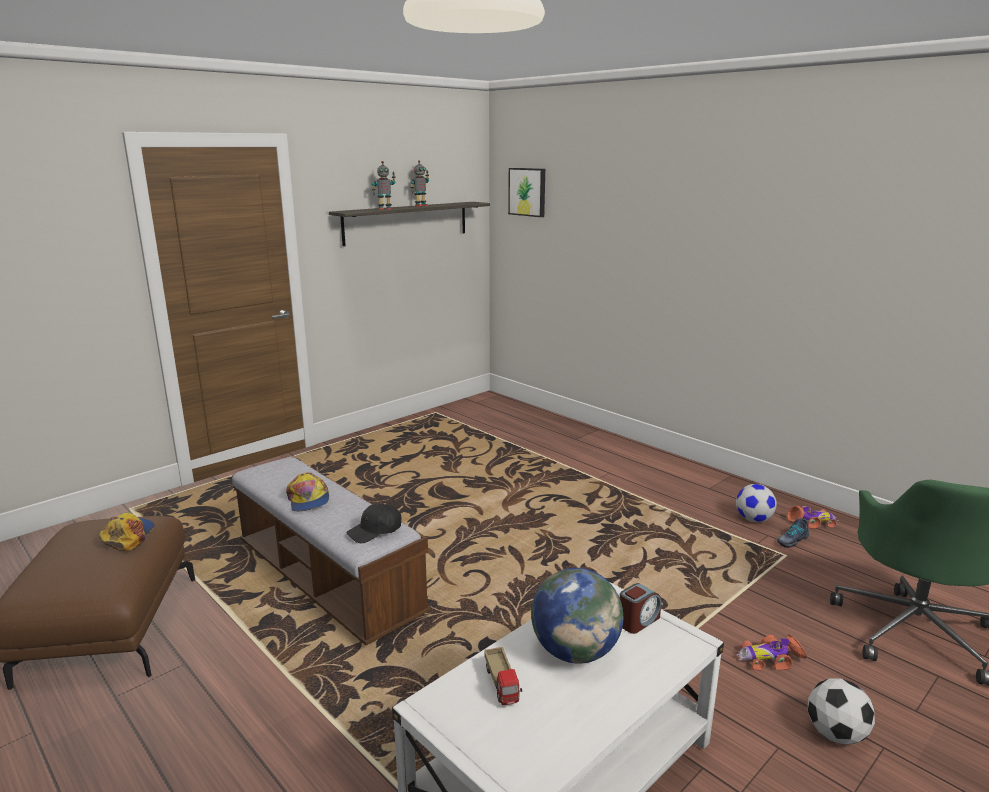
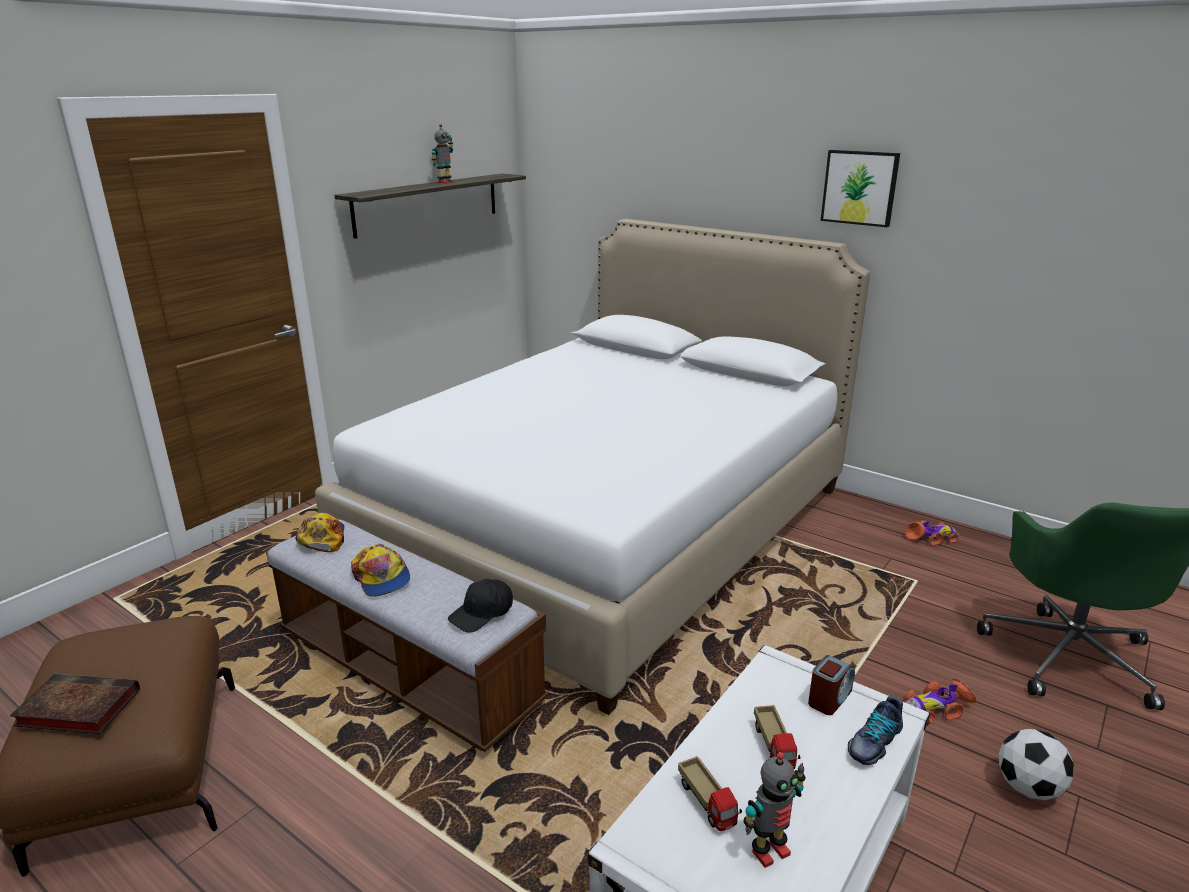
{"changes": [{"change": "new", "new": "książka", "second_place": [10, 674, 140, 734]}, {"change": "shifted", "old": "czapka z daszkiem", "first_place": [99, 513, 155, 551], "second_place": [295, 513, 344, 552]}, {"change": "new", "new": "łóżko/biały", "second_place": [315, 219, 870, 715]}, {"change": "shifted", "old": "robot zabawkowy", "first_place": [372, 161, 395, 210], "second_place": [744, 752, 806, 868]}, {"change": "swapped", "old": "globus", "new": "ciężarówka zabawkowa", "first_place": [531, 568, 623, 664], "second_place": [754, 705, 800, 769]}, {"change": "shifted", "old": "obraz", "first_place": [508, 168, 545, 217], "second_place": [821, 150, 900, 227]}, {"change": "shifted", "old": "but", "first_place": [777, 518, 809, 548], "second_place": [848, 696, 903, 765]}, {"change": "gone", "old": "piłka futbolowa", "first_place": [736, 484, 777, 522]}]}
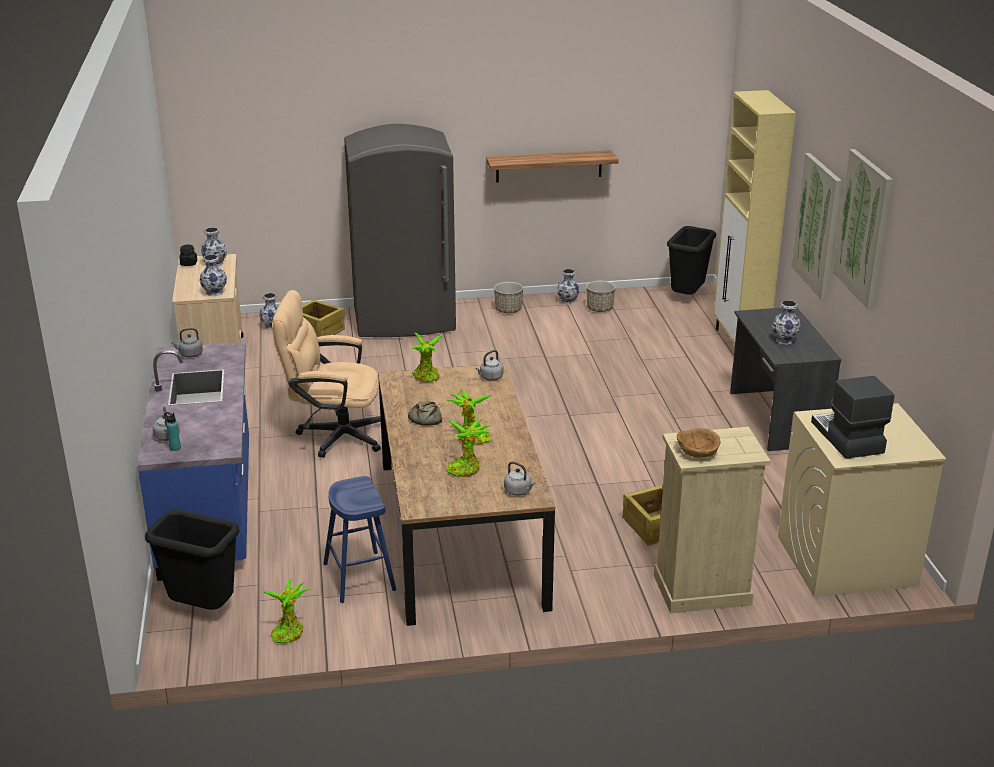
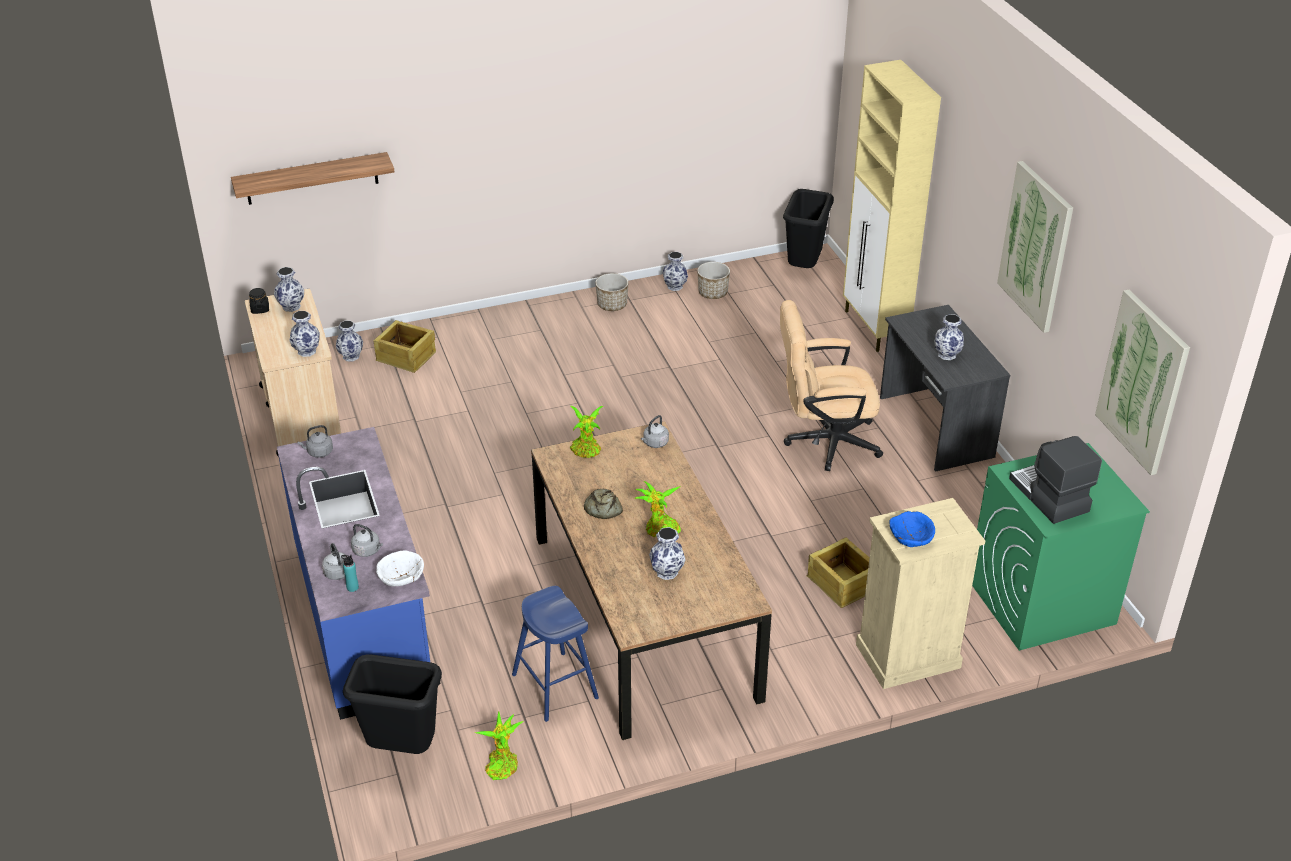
{"changes": [{"change": "shifted", "old": "półka", "first_place": [486, 150, 619, 183], "second_place": [231, 152, 394, 205]}, {"change": "shifted", "old": "czajnik/szary", "first_place": [504, 462, 535, 496], "second_place": [351, 524, 383, 557]}, {"change": "new", "new": "miska/biały", "second_place": [376, 550, 424, 586]}, {"change": "swapped", "old": "roślina doniczkowa", "new": "wazon", "first_place": [447, 419, 491, 477], "second_place": [649, 527, 686, 580]}, {"change": "shifted", "old": "krzesło biurowe/beżowy", "first_place": [272, 290, 381, 458], "second_place": [780, 300, 883, 471]}, {"change": "repainted", "old": "miska/brązowy", "new": "miska/niebieski", "first_place": [677, 428, 721, 457], "second_place": [889, 511, 935, 547]}, {"change": "repainted", "old": "pralka/beżowy", "new": "pralka/zielony", "first_place": [778, 403, 946, 597], "second_place": [972, 443, 1150, 651]}, {"change": "shifted", "old": "obraz", "first_place": [792, 153, 842, 299], "second_place": [1095, 289, 1190, 475]}, {"change": "gone", "old": "lodówka/szary", "first_place": [344, 124, 456, 337]}]}
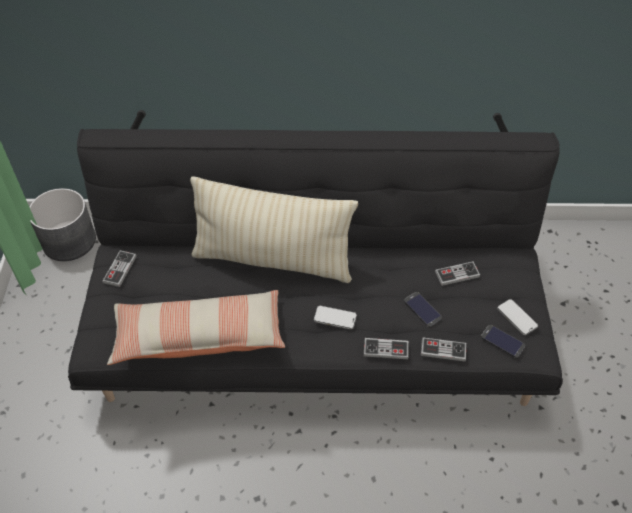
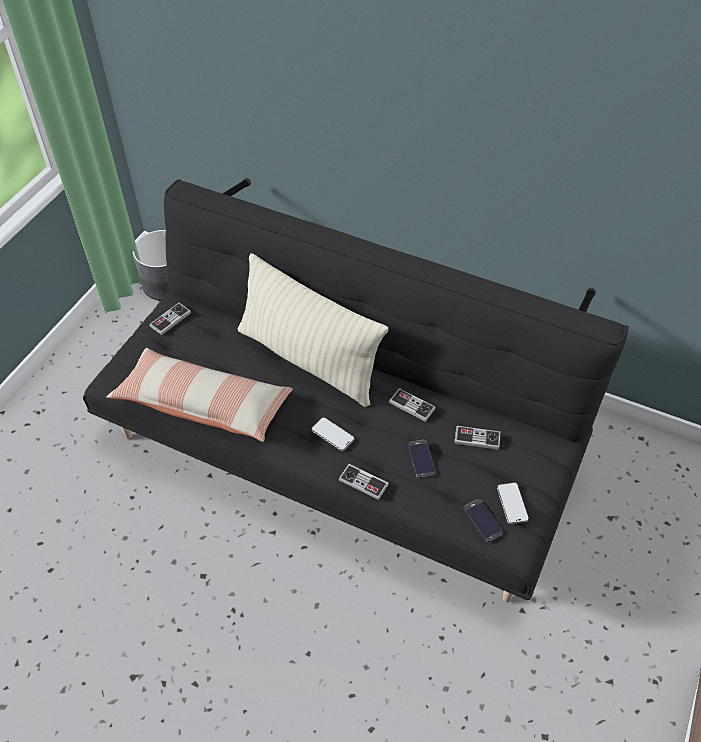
{"changes": [{"change": "shifted", "old": "pad do gier", "first_place": [421, 338, 466, 361], "second_place": [389, 388, 436, 422]}]}
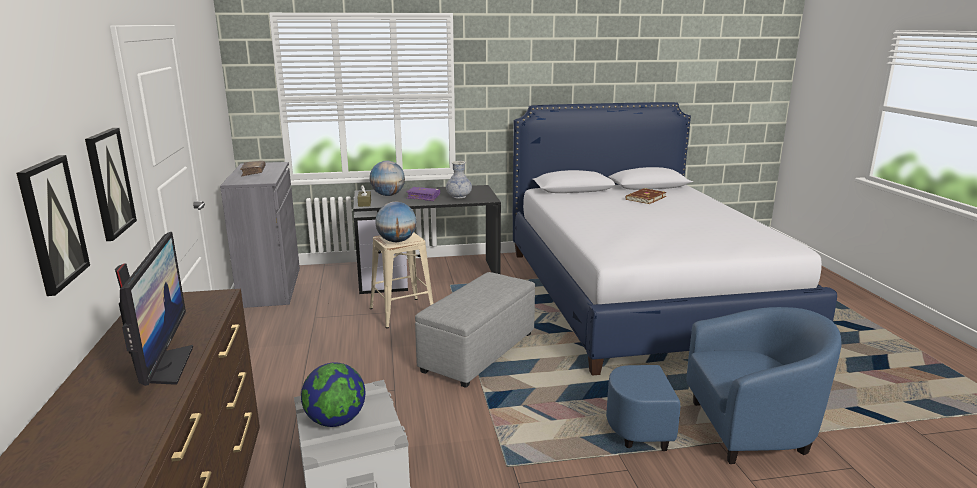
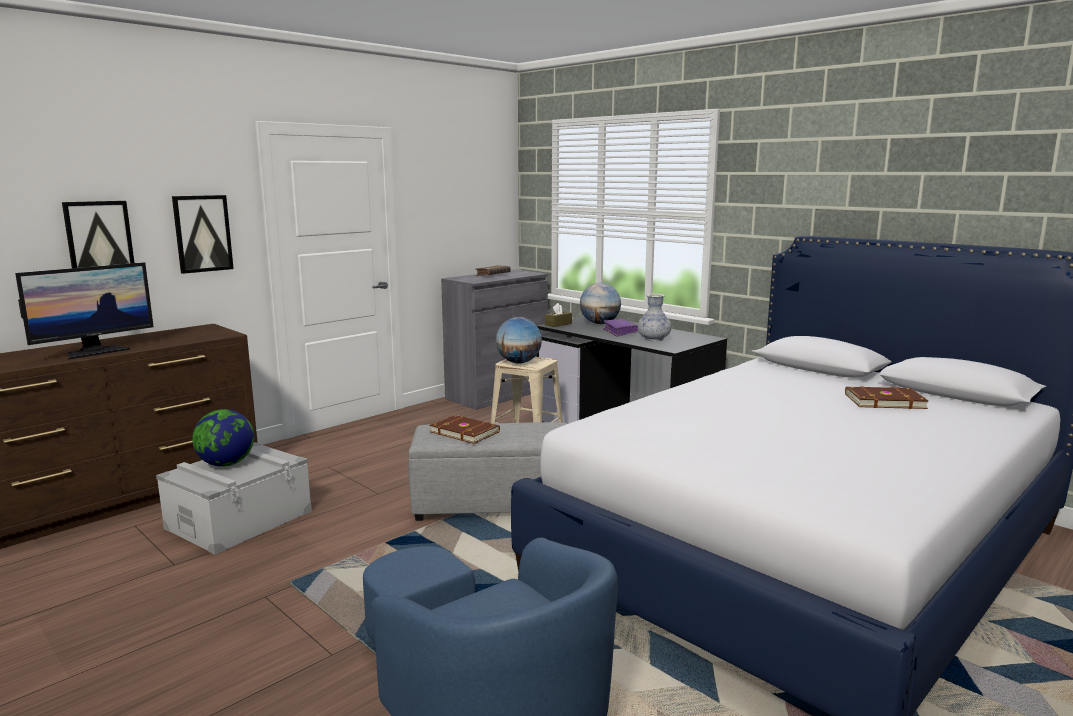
{"changes": [{"change": "new", "new": "książka/brązowy", "second_place": [429, 415, 500, 444]}]}
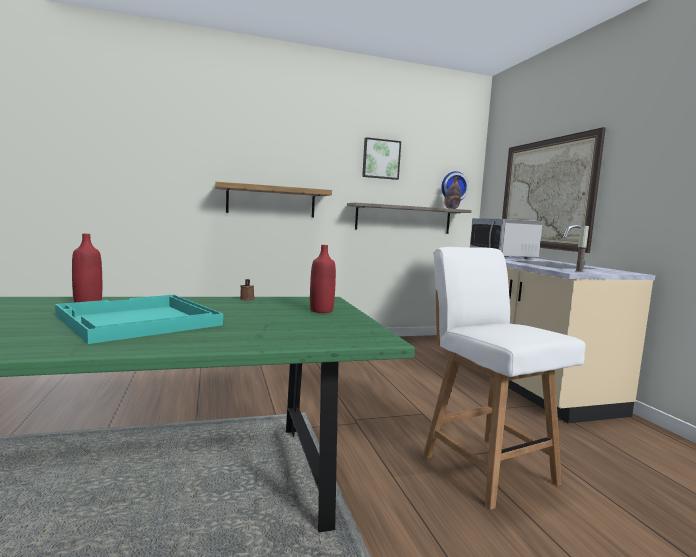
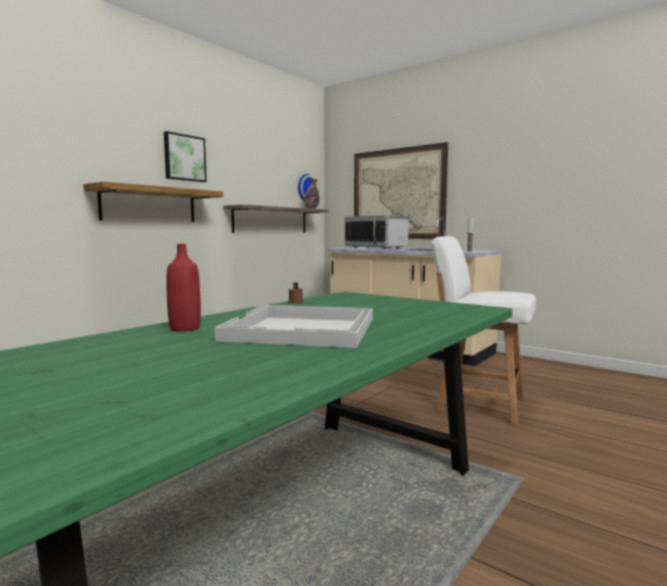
{"changes": [{"change": "shifted", "old": "obraz", "first_place": [362, 137, 401, 180], "second_place": [164, 131, 207, 182]}, {"change": "repainted", "old": "taca/turkusowy", "new": "taca/biały", "first_place": [55, 295, 223, 344], "second_place": [215, 305, 373, 348]}, {"change": "gone", "old": "butelka/czerwony", "first_place": [310, 245, 336, 313]}]}
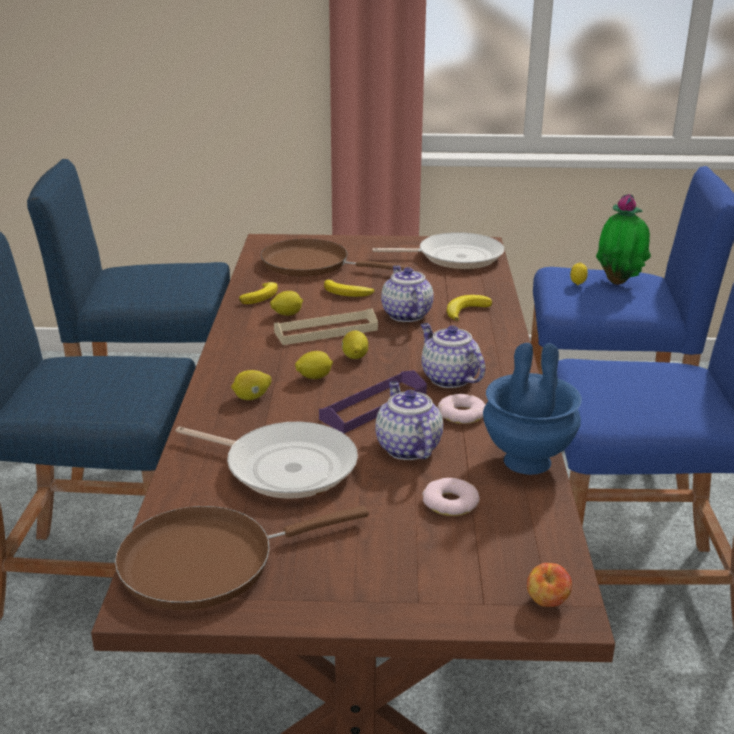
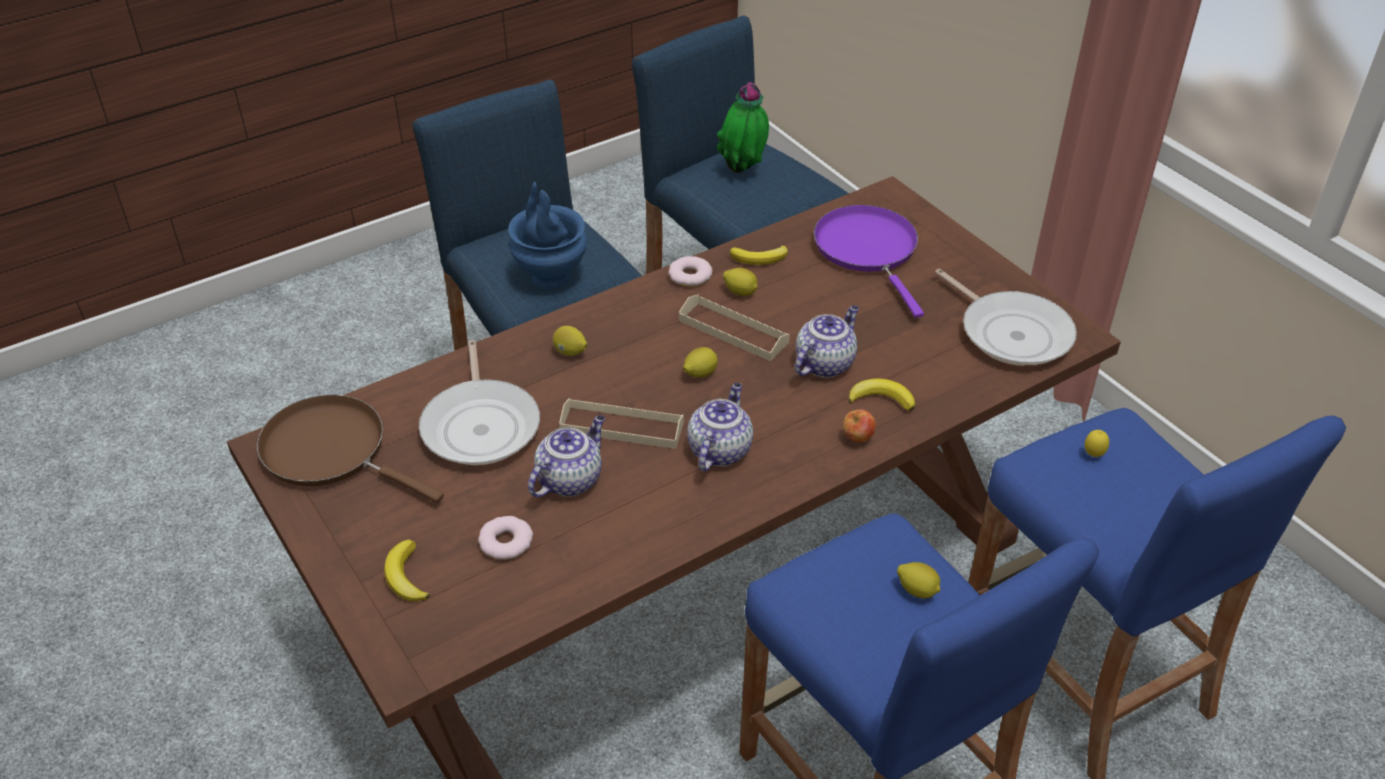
{"changes": [{"change": "shifted", "old": "banan", "first_place": [324, 280, 374, 297], "second_place": [384, 539, 430, 601]}, {"change": "shifted", "old": "wazon/niebieski", "first_place": [483, 343, 582, 475], "second_place": [508, 182, 587, 289]}, {"change": "repainted", "old": "taca/fioletowy", "new": "taca/beżowy", "first_place": [319, 370, 427, 433], "second_place": [559, 398, 684, 449]}, {"change": "shifted", "old": "donut", "first_place": [438, 394, 485, 424], "second_place": [668, 256, 713, 287]}, {"change": "shifted", "old": "roślina doniczkowa", "first_place": [596, 194, 651, 285], "second_place": [716, 82, 769, 173]}, {"change": "repainted", "old": "patelnia/brązowy", "new": "patelnia/fioletowy", "first_place": [261, 239, 409, 277], "second_place": [814, 205, 924, 318]}, {"change": "shifted", "old": "jabłko", "first_place": [527, 563, 572, 607], "second_place": [843, 409, 876, 442]}, {"change": "shifted", "old": "cytryna", "first_place": [295, 351, 333, 379], "second_place": [897, 562, 940, 599]}]}
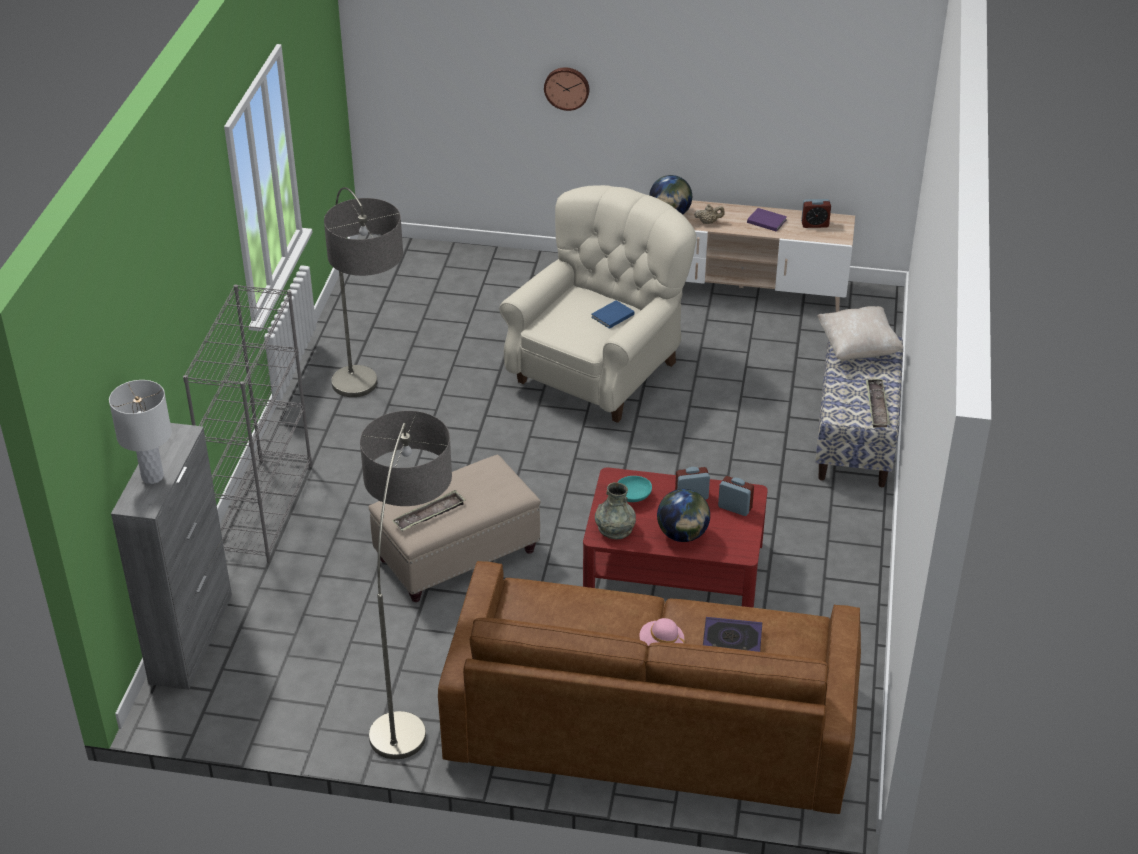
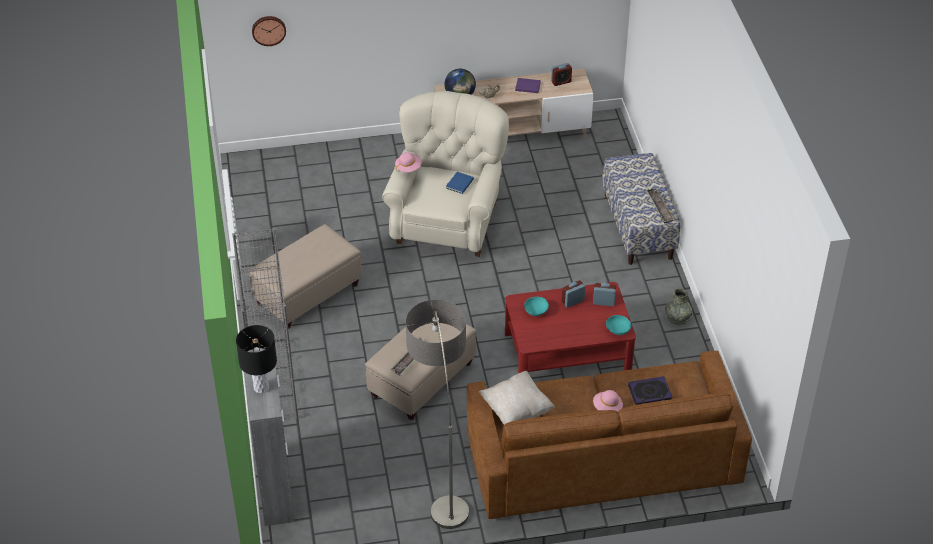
{"changes": [{"change": "repainted", "old": "lampa stołowa/biały", "new": "lampa stołowa/czarny", "first_place": [109, 380, 172, 484], "second_place": [236, 325, 277, 393]}, {"change": "swapped", "old": "lampa stojąca", "new": "pufa/beżowy", "first_place": [324, 187, 403, 397], "second_place": [249, 224, 362, 329]}, {"change": "shifted", "old": "zegar ścienny", "first_place": [544, 67, 589, 111], "second_place": [252, 16, 286, 46]}, {"change": "new", "new": "kapelusz/różowy", "second_place": [395, 152, 422, 172]}, {"change": "shifted", "old": "poduszka/beżowy", "first_place": [817, 306, 904, 360], "second_place": [479, 371, 555, 425]}, {"change": "new", "new": "miska/turkusowy", "second_place": [606, 315, 631, 335]}, {"change": "shifted", "old": "wazon/szary", "first_place": [595, 482, 636, 539], "second_place": [665, 289, 692, 325]}, {"change": "gone", "old": "globus", "first_place": [657, 489, 710, 542]}]}
